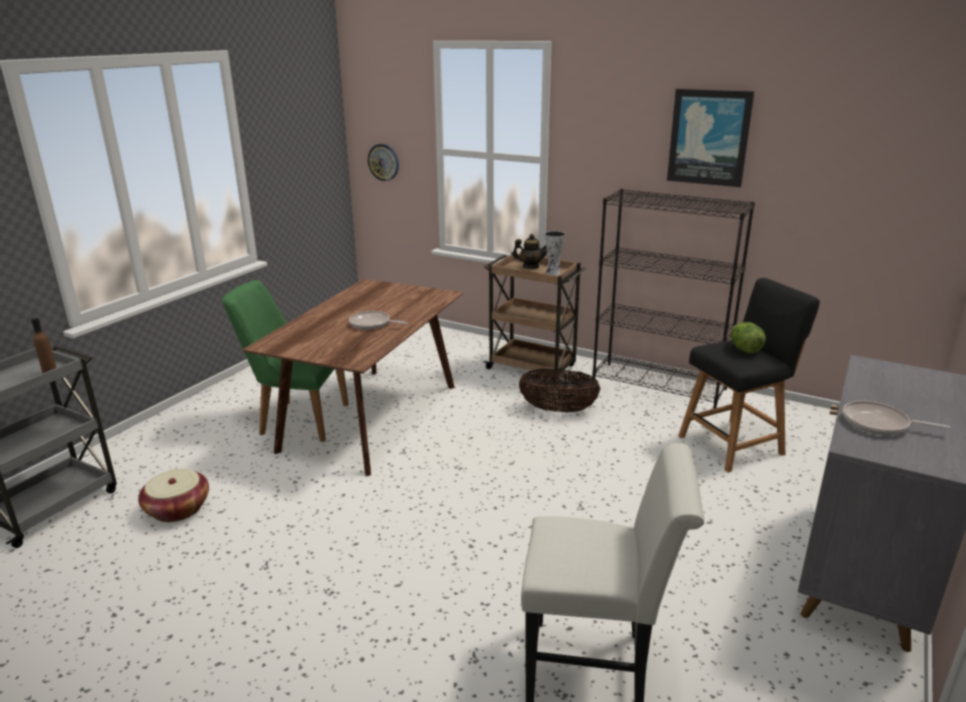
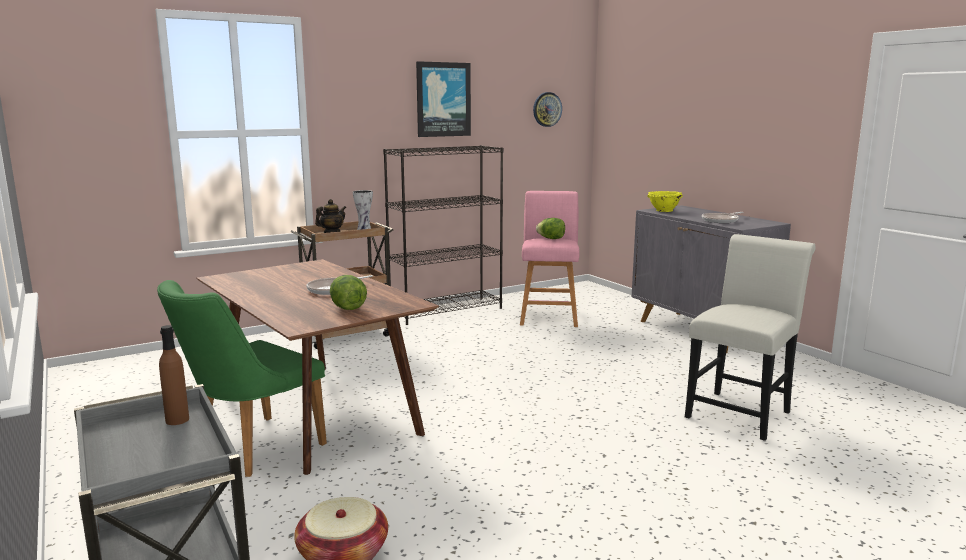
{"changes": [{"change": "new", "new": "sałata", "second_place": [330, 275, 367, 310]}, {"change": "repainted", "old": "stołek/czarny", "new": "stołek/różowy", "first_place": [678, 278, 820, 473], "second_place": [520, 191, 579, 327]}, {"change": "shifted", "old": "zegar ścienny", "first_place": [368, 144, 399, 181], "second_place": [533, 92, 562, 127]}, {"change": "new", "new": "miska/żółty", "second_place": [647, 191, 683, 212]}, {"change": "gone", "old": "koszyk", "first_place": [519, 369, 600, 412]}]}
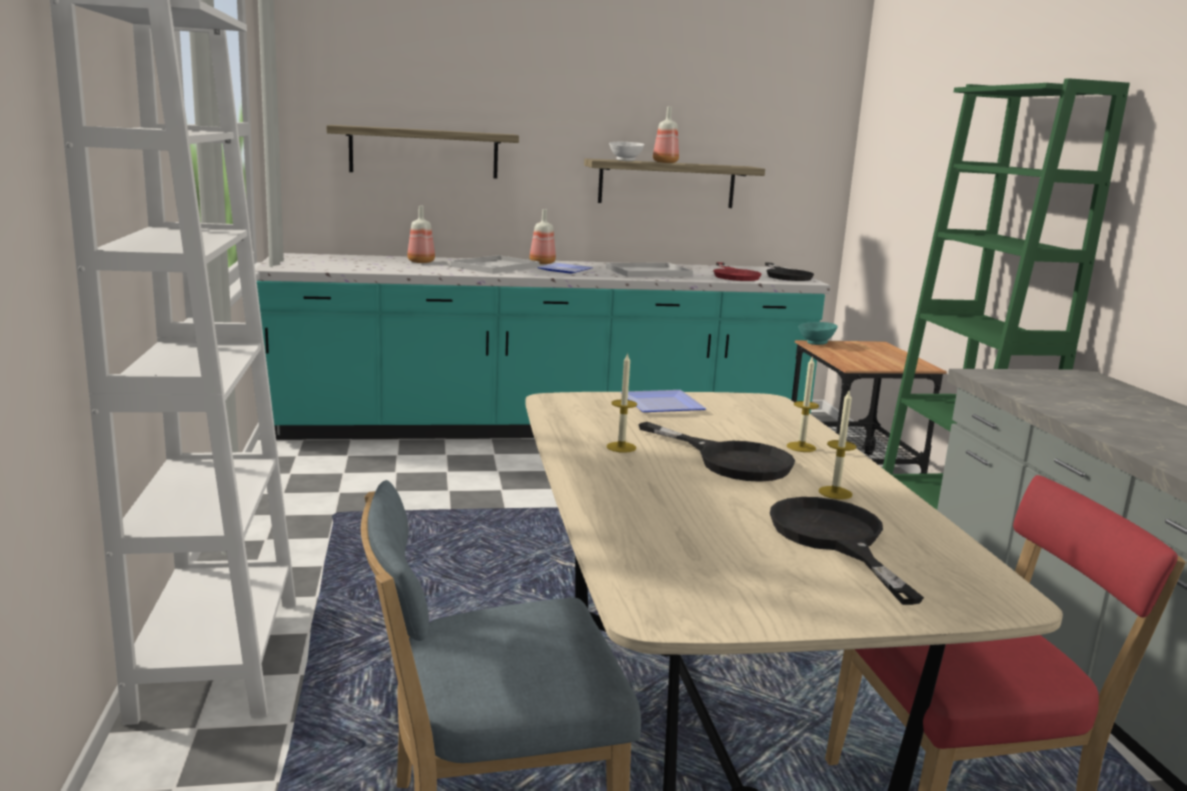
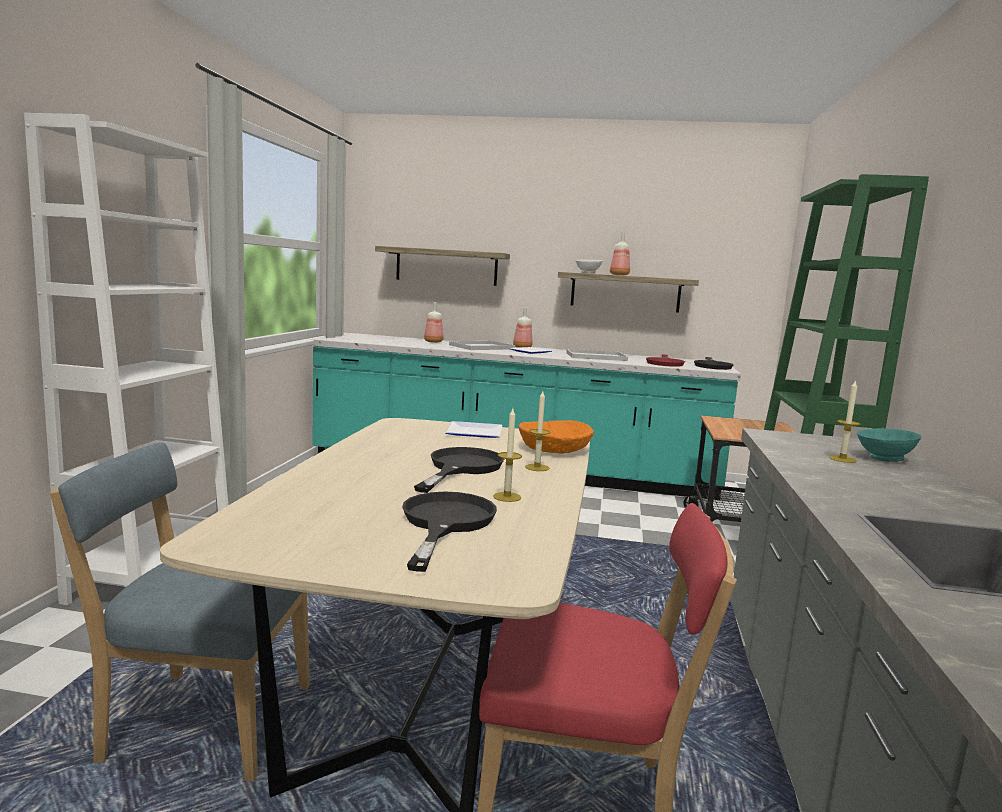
{"changes": [{"change": "rotated", "old": "patelnia/czarny", "first_place": [638, 422, 795, 482], "second_place": [414, 447, 504, 493], "degrees": -135}, {"change": "new", "new": "miska/pomarańczowy", "second_place": [519, 420, 594, 454]}, {"change": "shifted", "old": "świeca", "first_place": [607, 352, 637, 453], "second_place": [829, 380, 861, 463]}, {"change": "shifted", "old": "miska/turkusowy", "first_place": [798, 322, 838, 345], "second_place": [857, 428, 922, 462]}]}
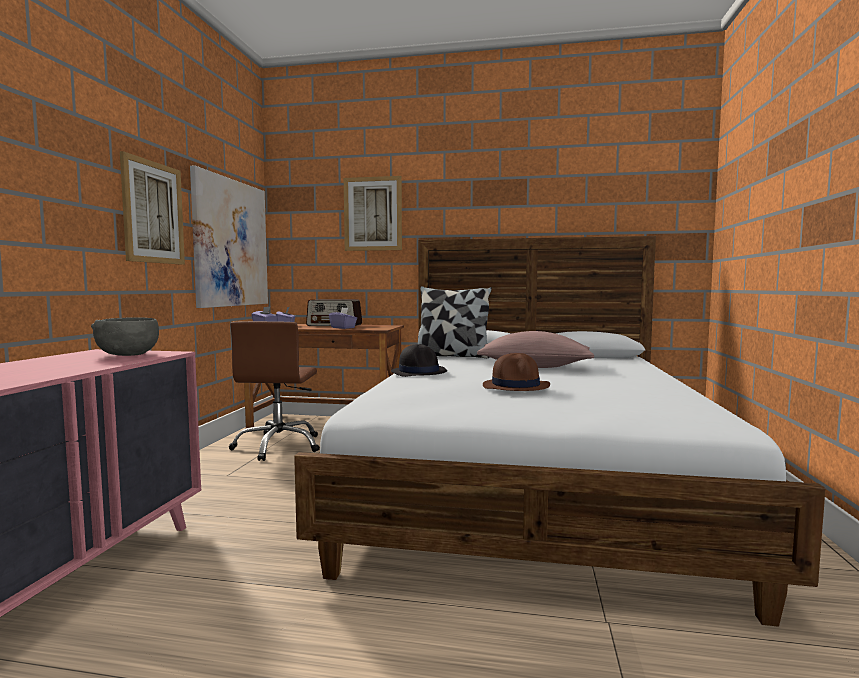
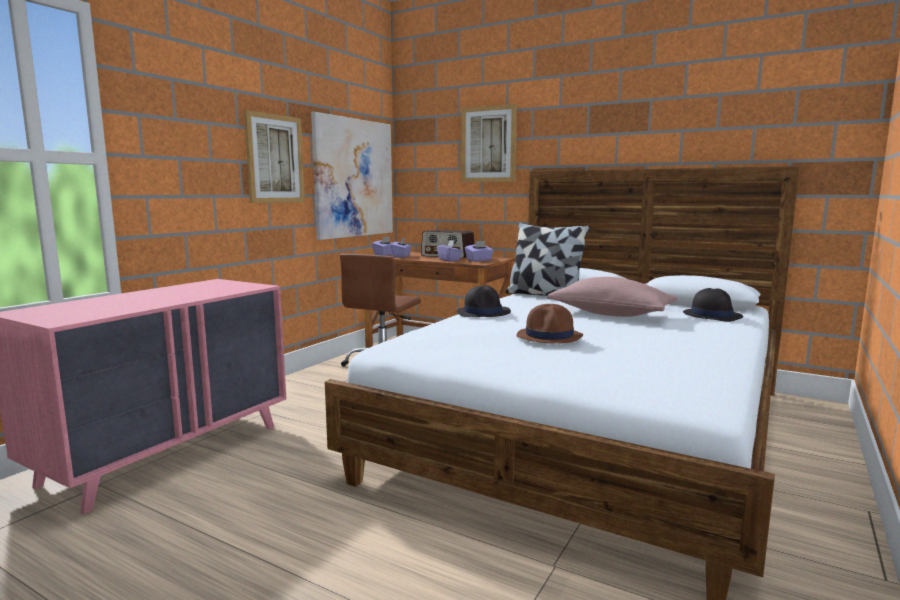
{"changes": [{"change": "new", "new": "pudełko chusteczek/fioletowy", "second_place": [465, 241, 494, 261]}, {"change": "new", "new": "kapelusz/czarny", "second_place": [683, 288, 743, 322]}, {"change": "gone", "old": "miska/szary", "first_place": [91, 317, 159, 356]}]}
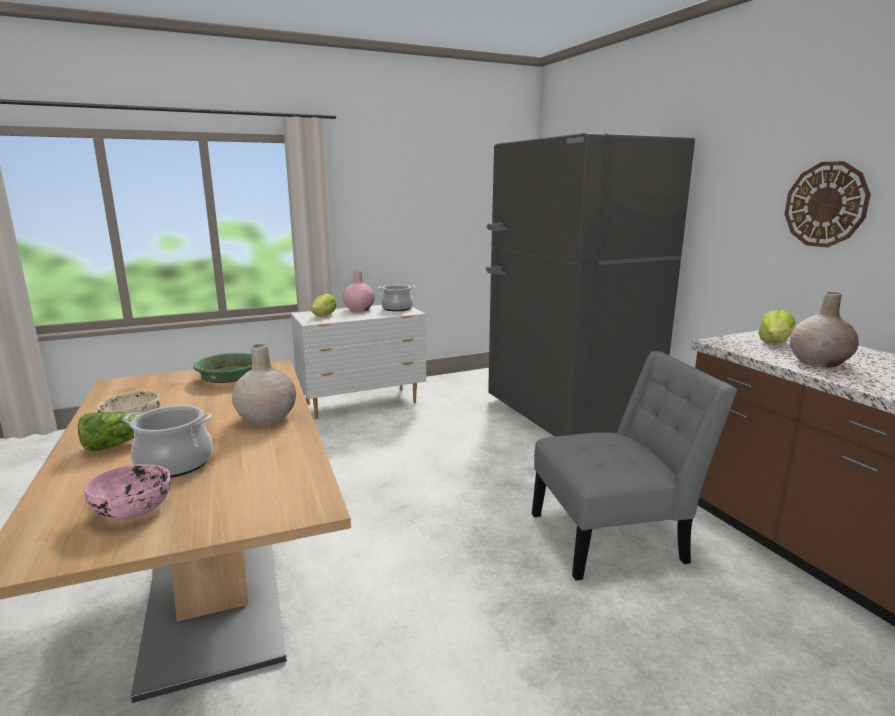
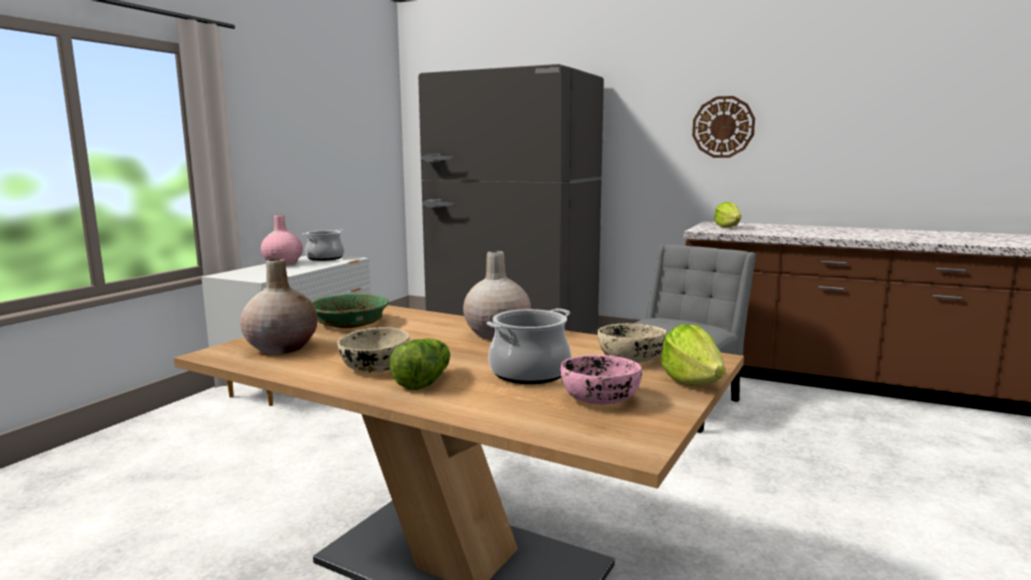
{"changes": [{"change": "shifted", "old": "wazon/beżowy", "first_place": [790, 292, 859, 368], "second_place": [240, 259, 318, 355]}, {"change": "new", "new": "miska/beżowy", "second_place": [598, 323, 666, 363]}, {"change": "shifted", "old": "sałata", "first_place": [311, 294, 337, 316], "second_place": [661, 324, 726, 386]}]}
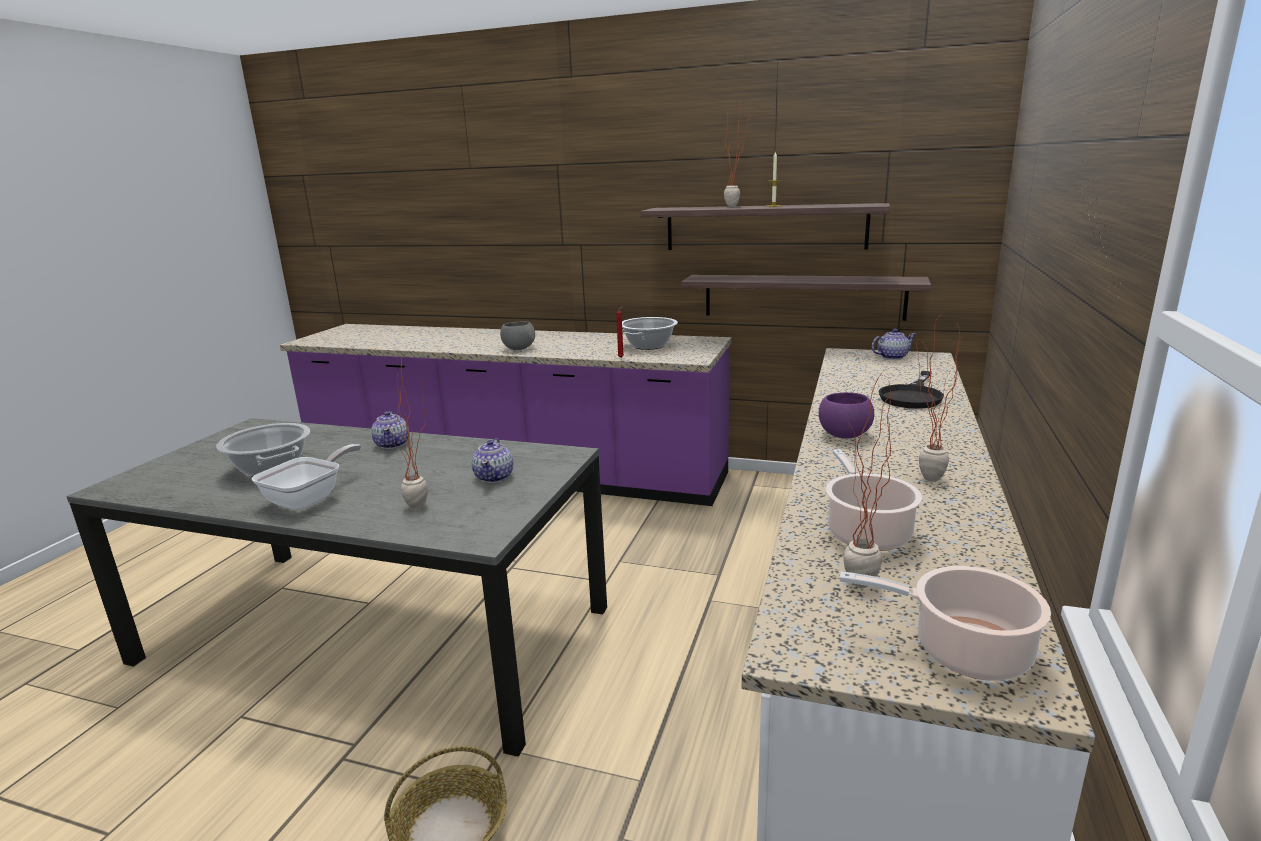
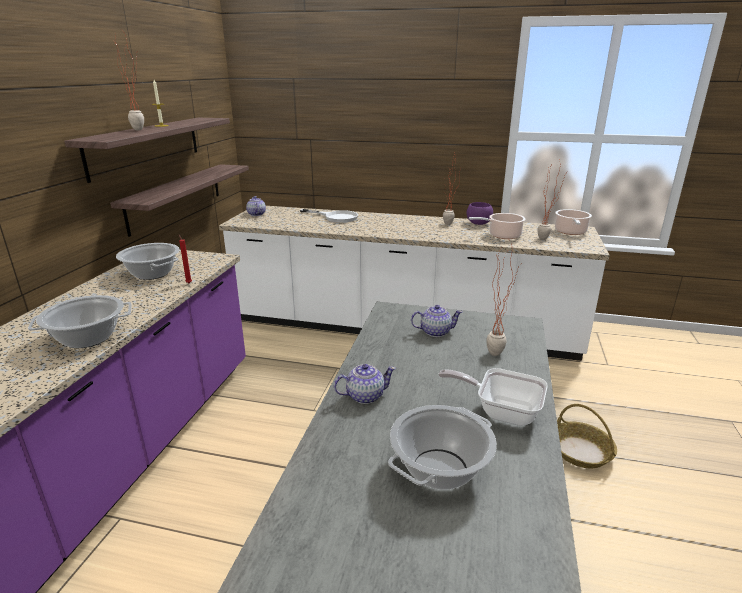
{"changes": [{"change": "swapped", "old": "miska/szary", "new": "garnek", "first_place": [500, 321, 535, 350], "second_place": [28, 295, 132, 348]}, {"change": "repainted", "old": "patelnia/czarny", "new": "patelnia/biały", "first_place": [879, 371, 944, 409], "second_place": [300, 209, 358, 223]}, {"change": "shifted", "old": "miska/fioletowy", "first_place": [819, 392, 874, 439], "second_place": [467, 202, 493, 225]}]}
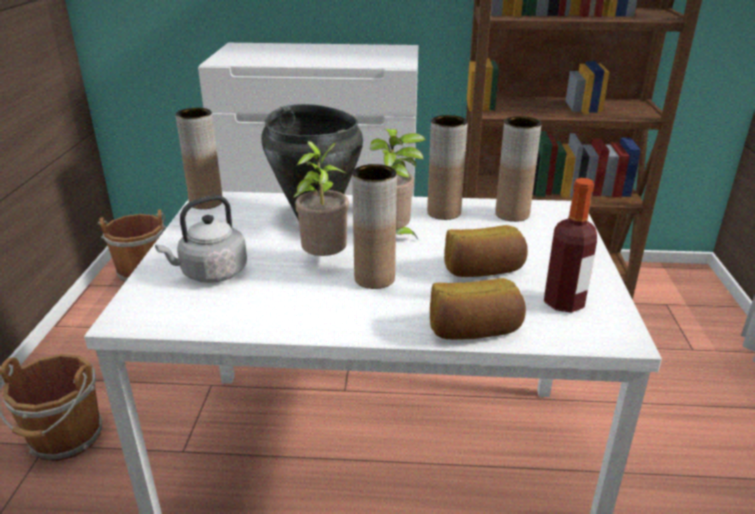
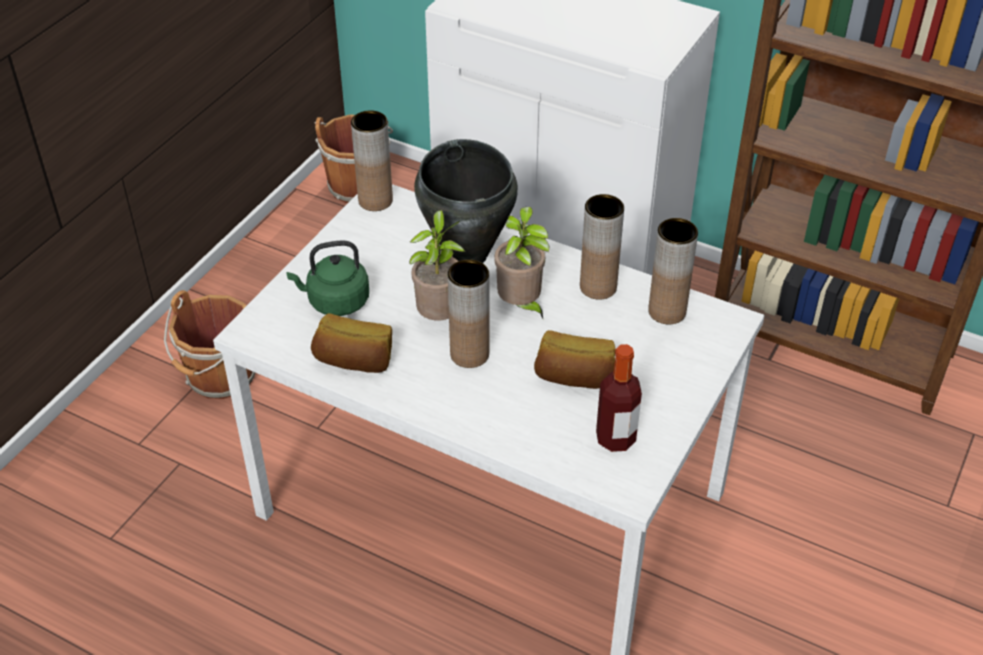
{"changes": [{"change": "repainted", "old": "czajnik/szary", "new": "czajnik/zielony", "first_place": [155, 195, 247, 283], "second_place": [286, 240, 369, 316]}, {"change": "shifted", "old": "chleb", "first_place": [430, 278, 526, 340], "second_place": [311, 313, 392, 373]}]}
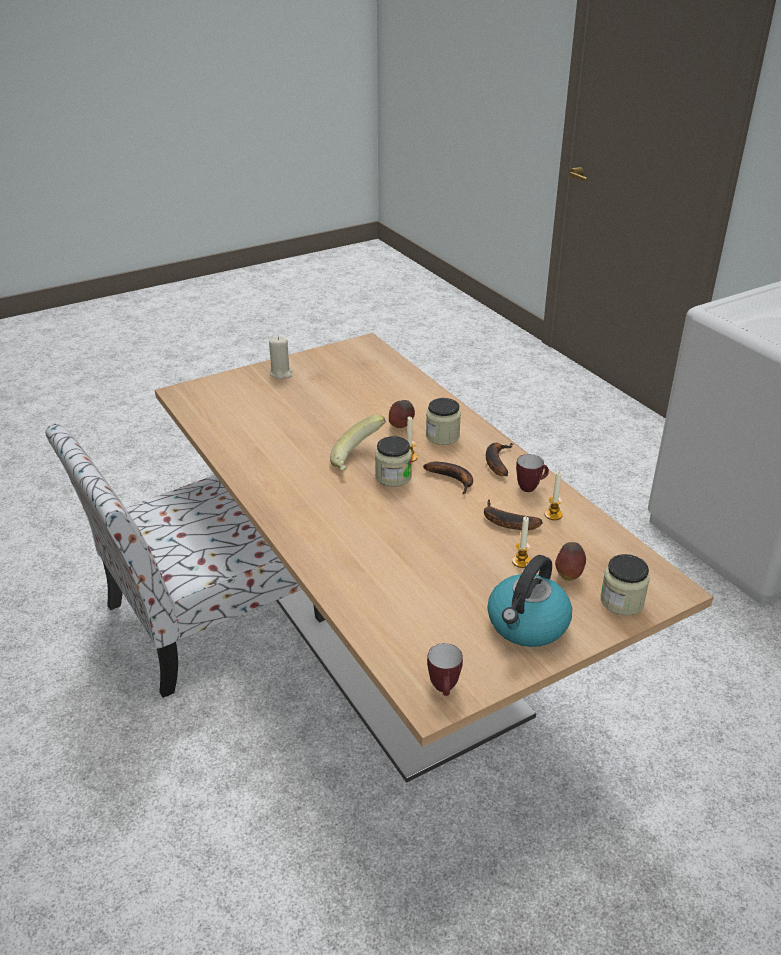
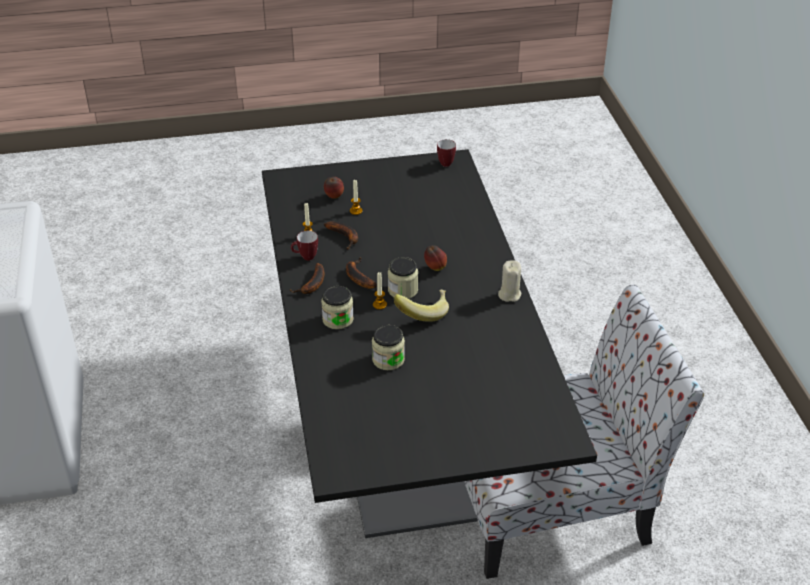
{"changes": [{"change": "repainted", "old": "stół jadalny/beżowy", "new": "stół jadalny/czarny", "first_place": [155, 333, 714, 783], "second_place": [262, 149, 597, 538]}, {"change": "shifted", "old": "słoik", "first_place": [600, 554, 650, 616], "second_place": [372, 325, 405, 370]}, {"change": "shifted", "old": "jabłko", "first_place": [389, 400, 415, 428], "second_place": [424, 245, 447, 271]}, {"change": "shifted", "old": "świeca/beżowy", "first_place": [269, 336, 293, 379], "second_place": [498, 260, 521, 302]}, {"change": "gone", "old": "czajnik", "first_place": [487, 555, 572, 647]}]}
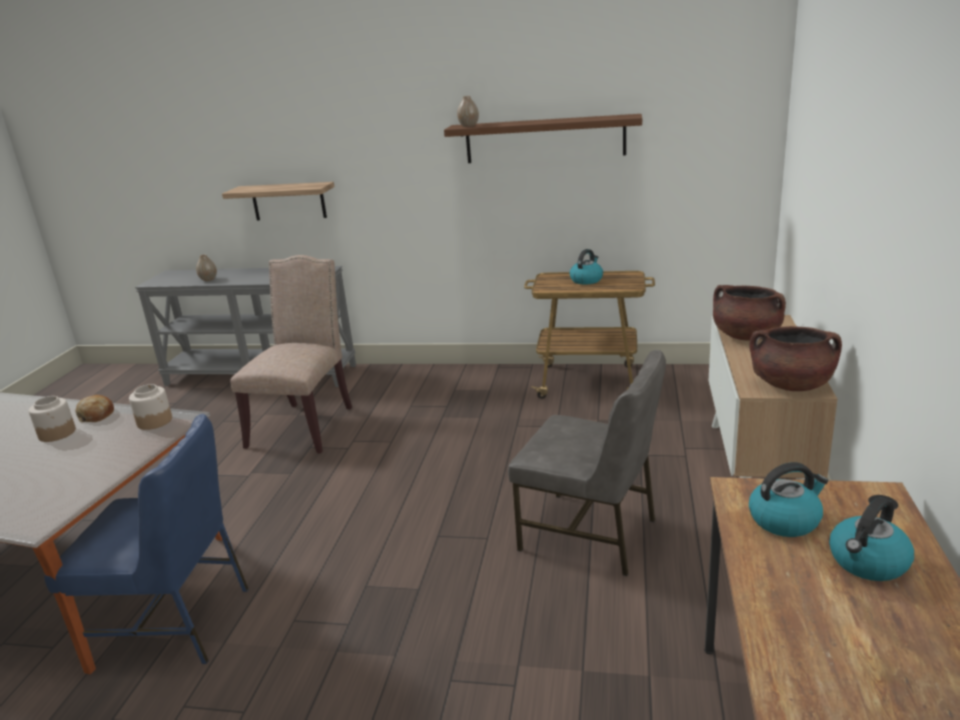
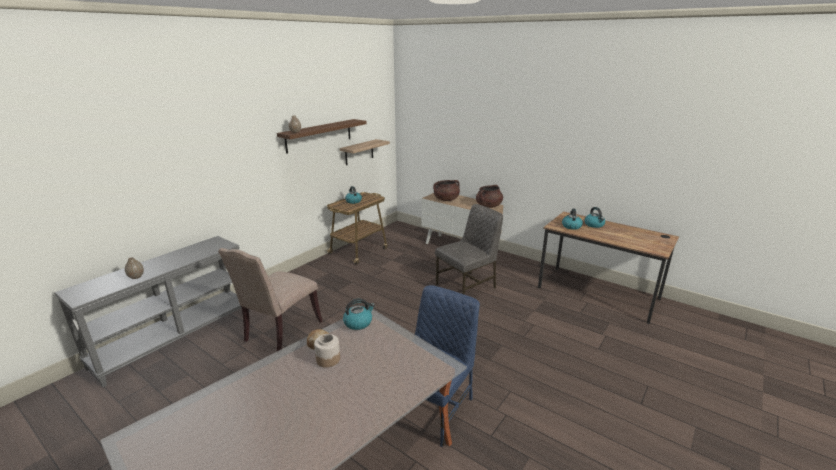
{"changes": [{"change": "rotated", "old": "krzesło/beżowy", "first_place": [230, 255, 352, 454], "second_place": [218, 248, 323, 351], "degrees": -105}, {"change": "shifted", "old": "półka", "first_place": [222, 182, 334, 220], "second_place": [340, 139, 390, 165]}, {"change": "swapped", "old": "słoik", "new": "czajnik", "first_place": [129, 384, 172, 430], "second_place": [343, 299, 375, 330]}]}
